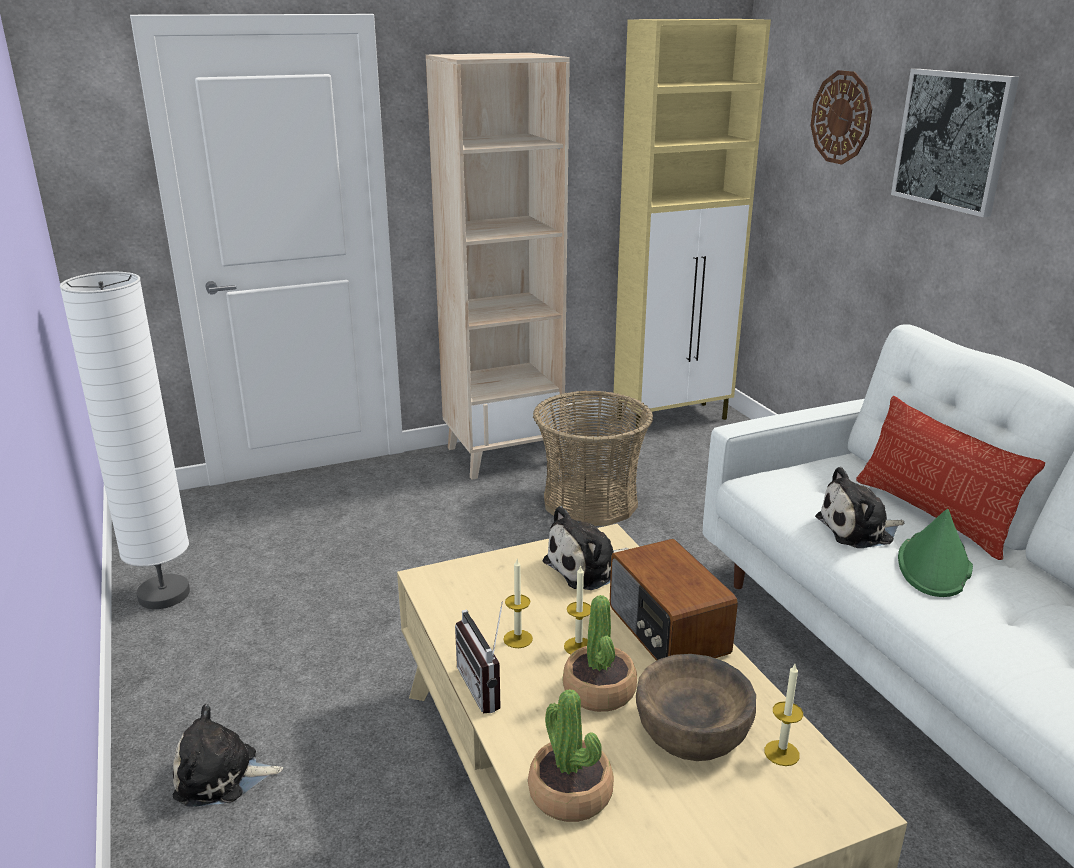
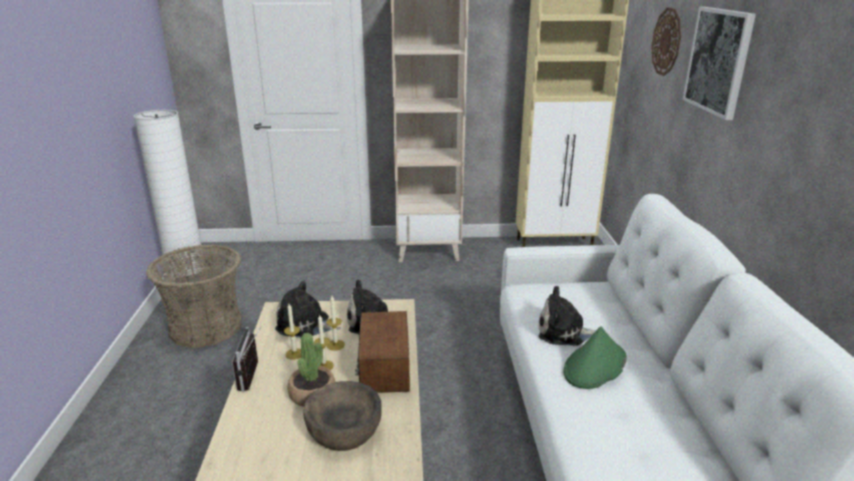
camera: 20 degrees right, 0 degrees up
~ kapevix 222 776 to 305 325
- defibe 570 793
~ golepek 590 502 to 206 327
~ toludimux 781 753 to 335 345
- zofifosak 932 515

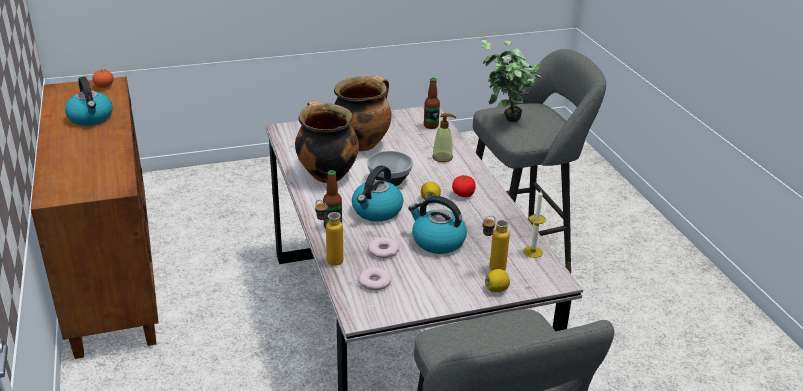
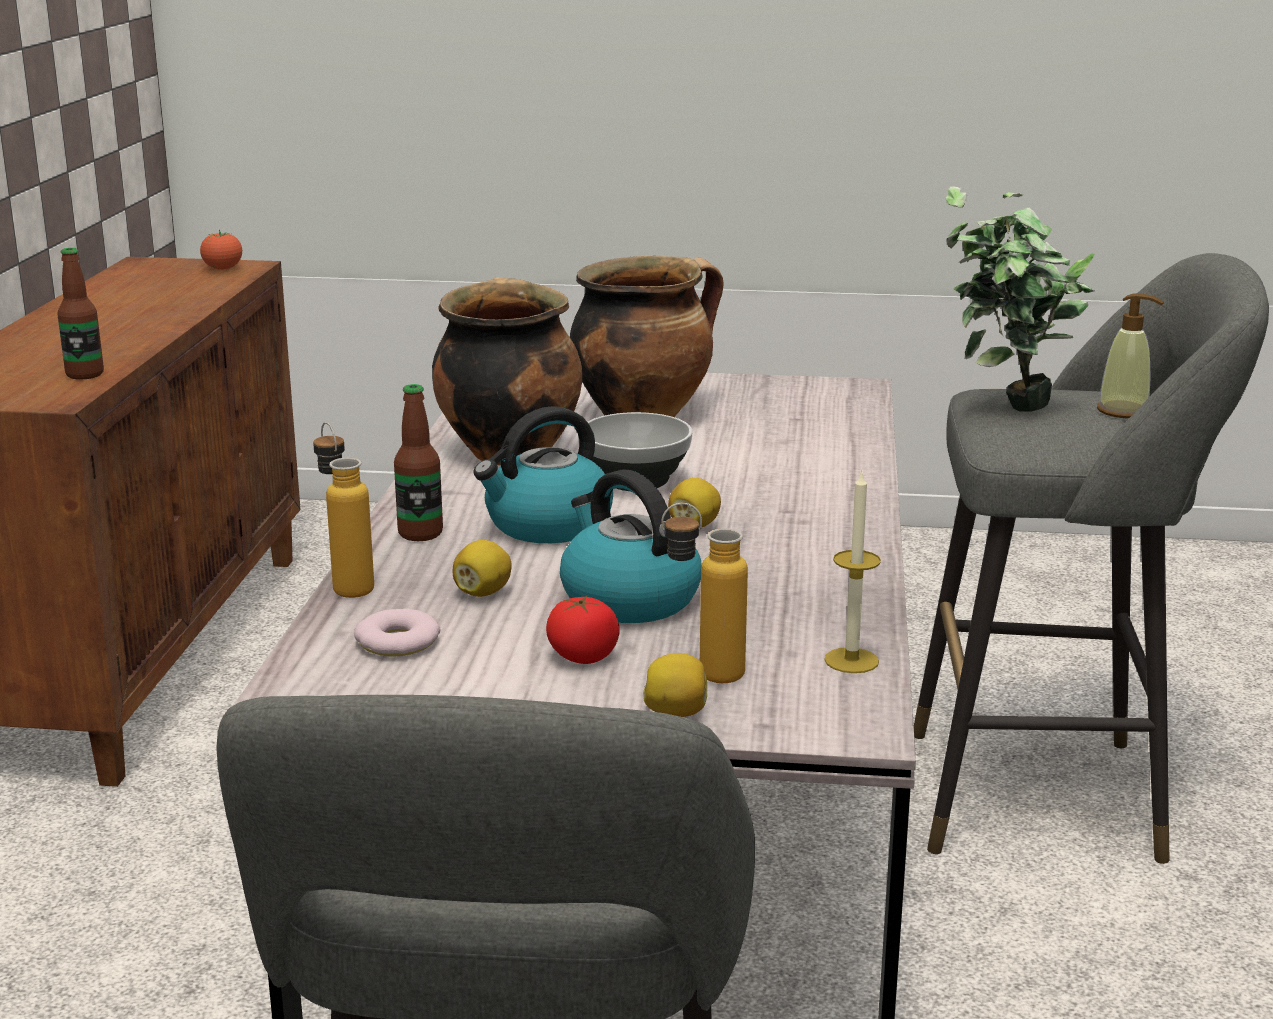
camera: 25 degrees right, 10 degrees down
- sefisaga 91 118
~ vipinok 383 251 to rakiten 483 592
~ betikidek 431 126 to 85 374
~ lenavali 442 157 to 1123 411
~ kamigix 463 194 to 583 656

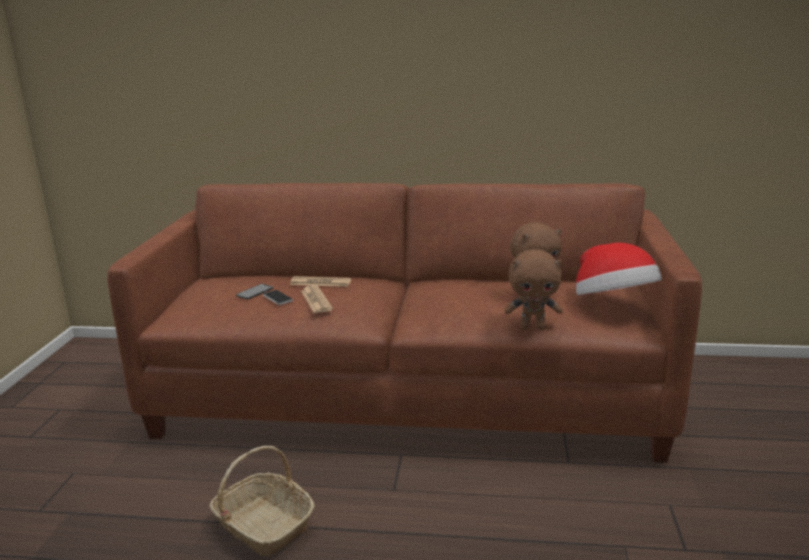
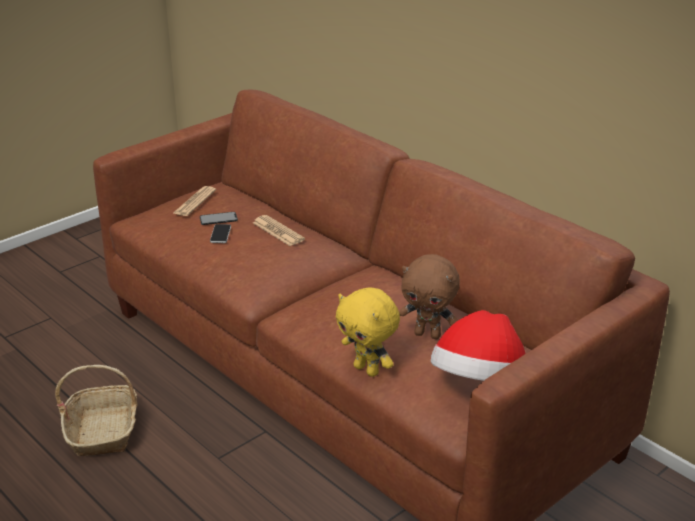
camera: 40 degrees right, 10 degrees up
~ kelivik 316 300 to 194 202
~ brown kapevix 533 327 to yellow kapevix 367 370

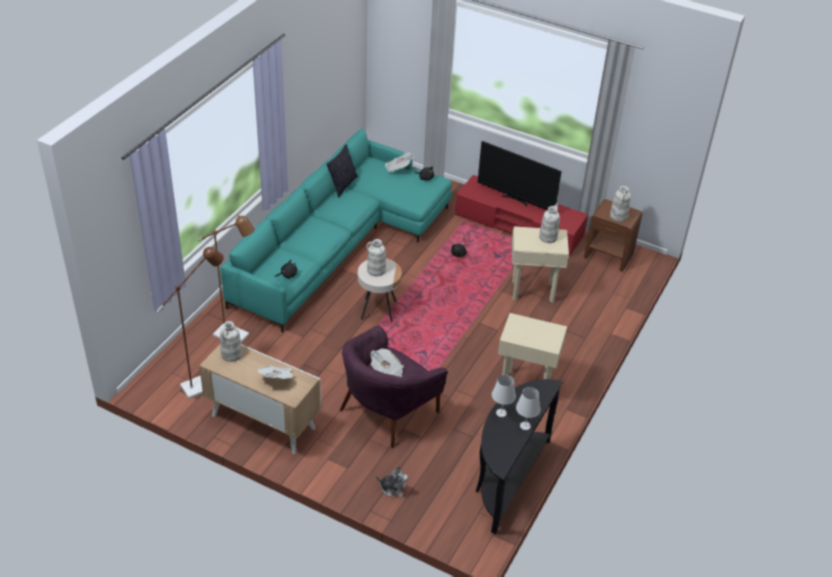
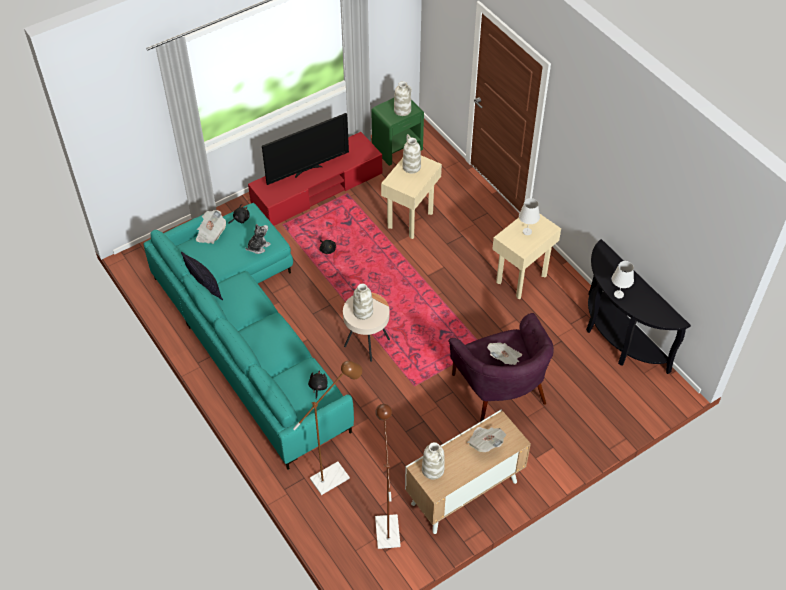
camera: 60 degrees left, 10 degrees up
~ kapevix 393 488 to 258 246
~ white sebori 525 426 to 527 231
~ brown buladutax 609 256 to green buladutax 397 148

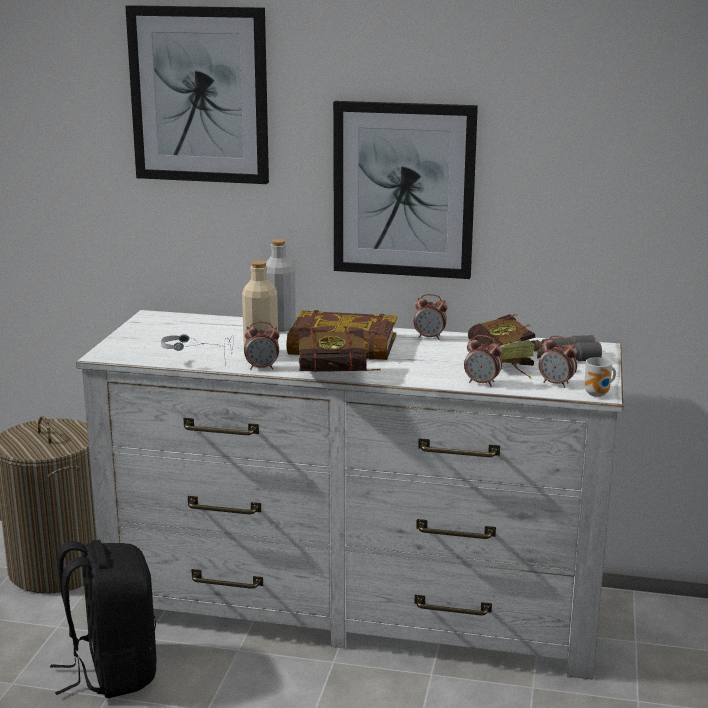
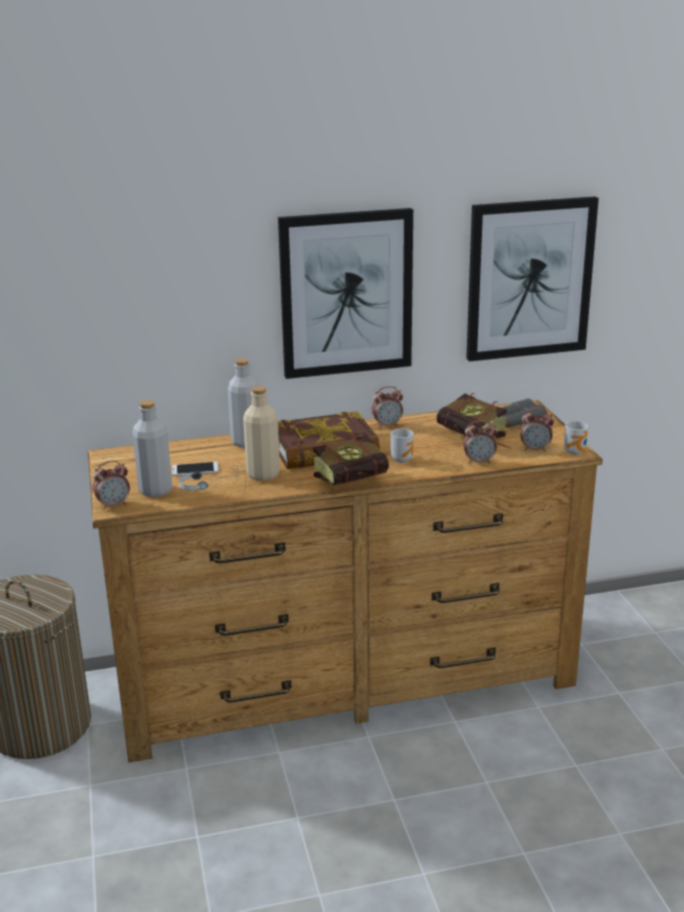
camera: 25 degrees left, 5 degrees up
- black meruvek 112 671
~ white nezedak 354 605 to brown nezedak 345 679
~ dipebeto 199 95 to 529 279
~ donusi 262 368 to 113 505
+ grey betikidek 155 490
+ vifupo 195 469
+ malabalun 402 459

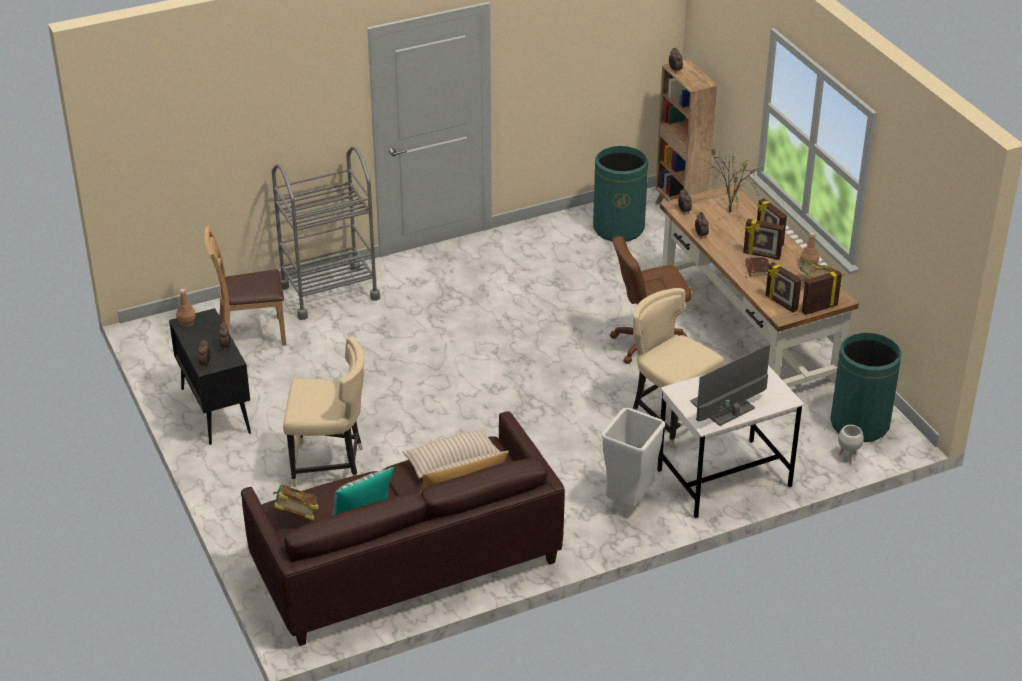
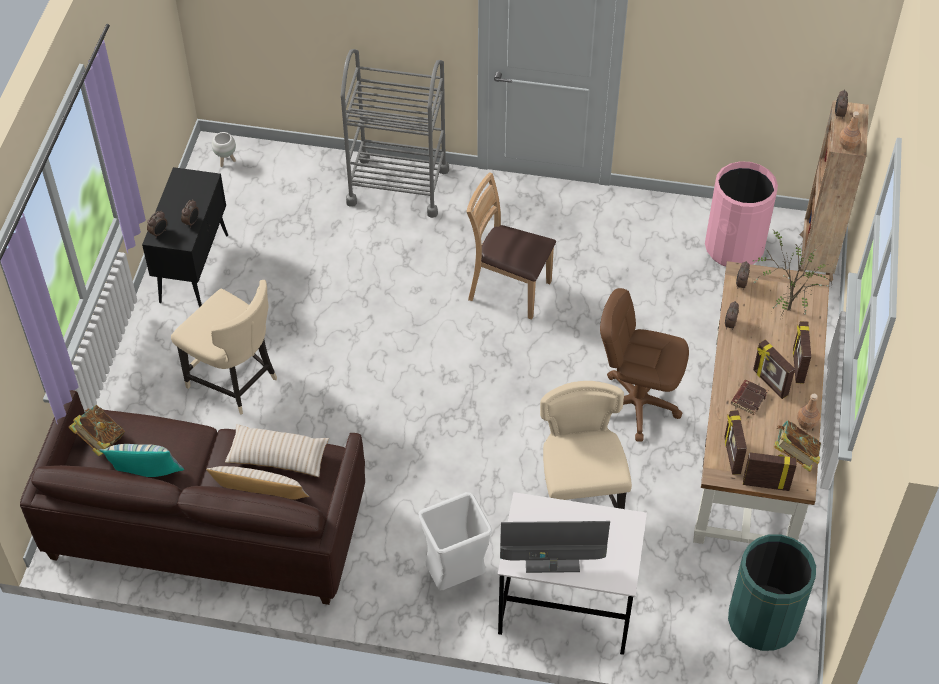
camera: 35 degrees right, 15 degrees up
~ brown betikidek 187 323 to 848 145
~ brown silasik 251 334 to 509 289
~ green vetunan 618 228 to pink vetunan 734 247
~ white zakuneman 848 457 to 226 161

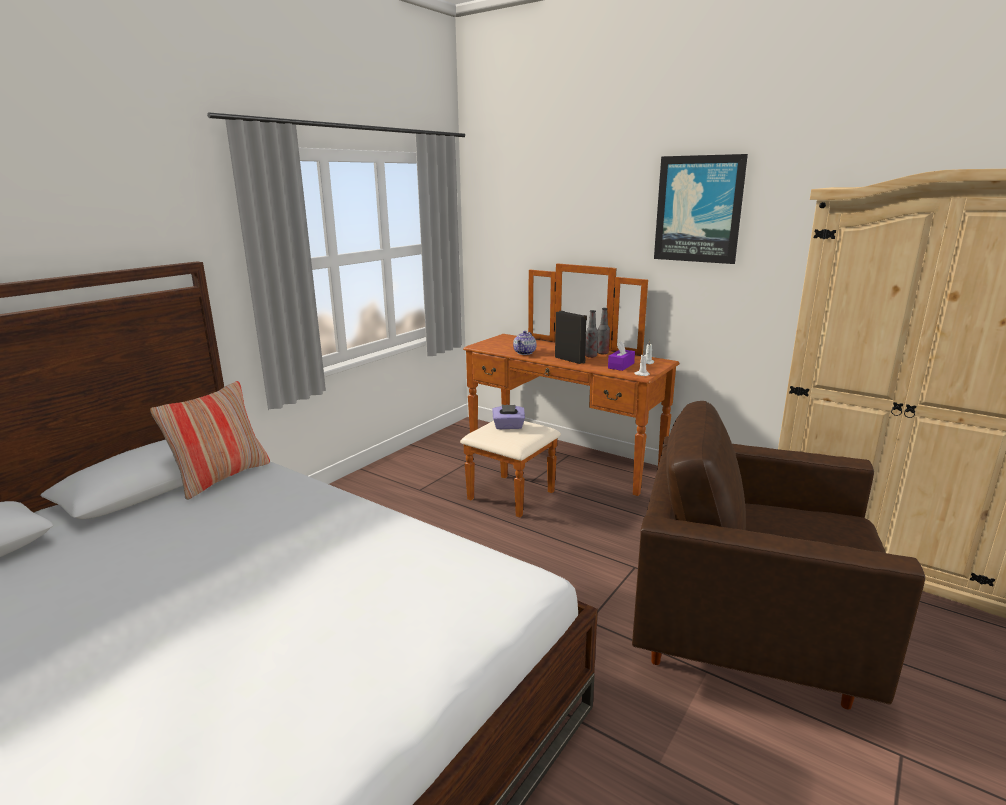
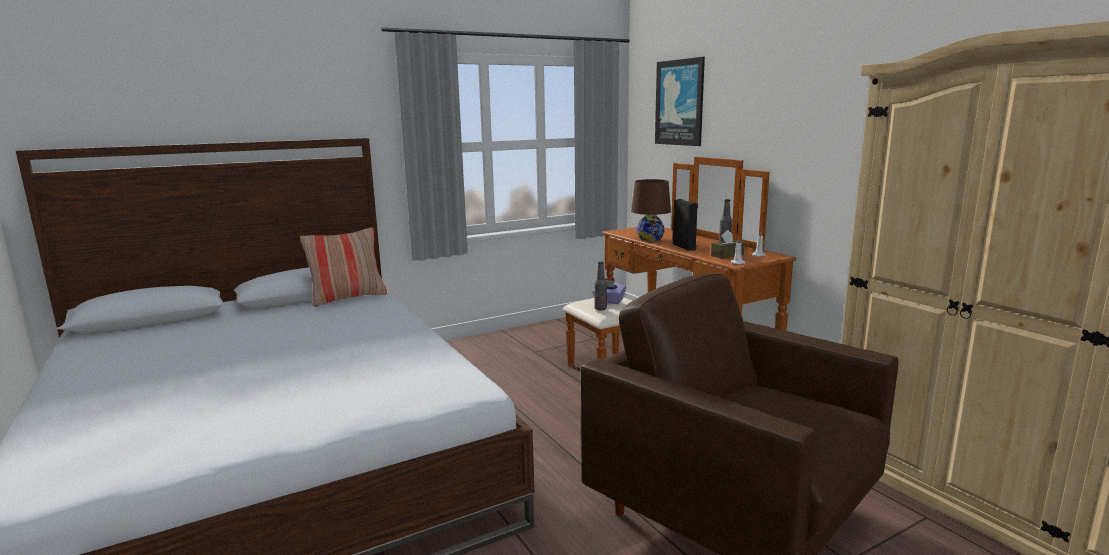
camera: 25 degrees right, 5 degrees down
~ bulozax 525 352 to brown sebori 650 239
~ betikidek 590 356 to 600 309
~ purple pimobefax 621 366 to brown pimobefax 727 255
~ dipebeto 698 209 to 680 102

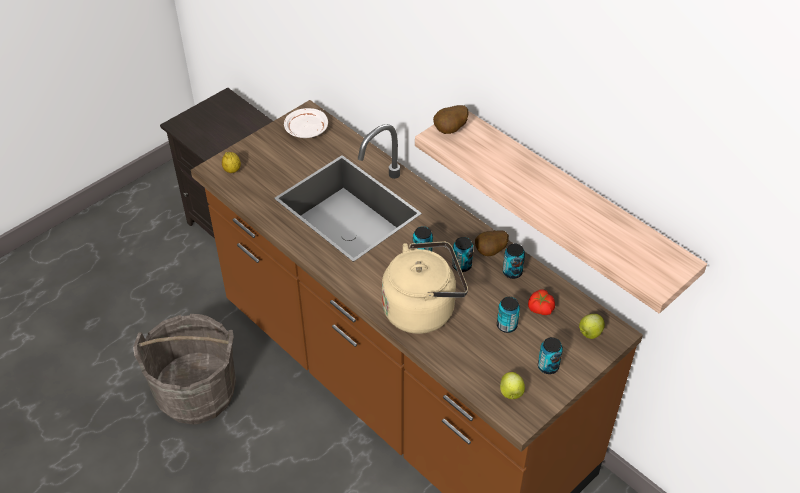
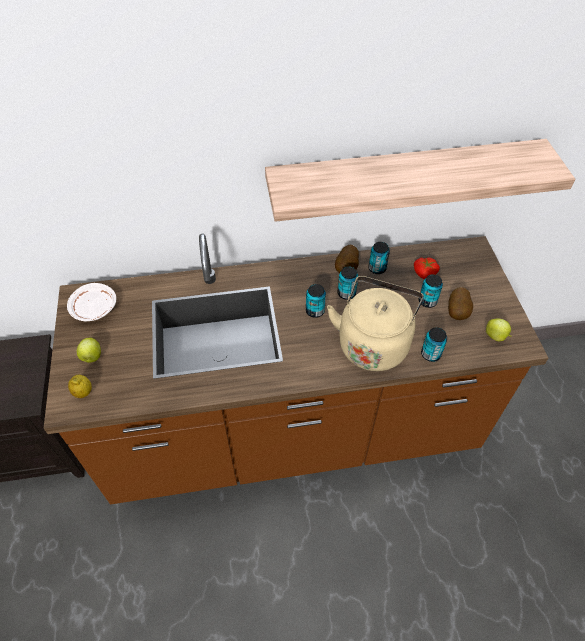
camera: 55 degrees left, 5 degrees up
- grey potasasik 196 393
~ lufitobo 451 130 to 457 313
~ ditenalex 548 366 to 430 354
~ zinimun 589 333 to 92 357

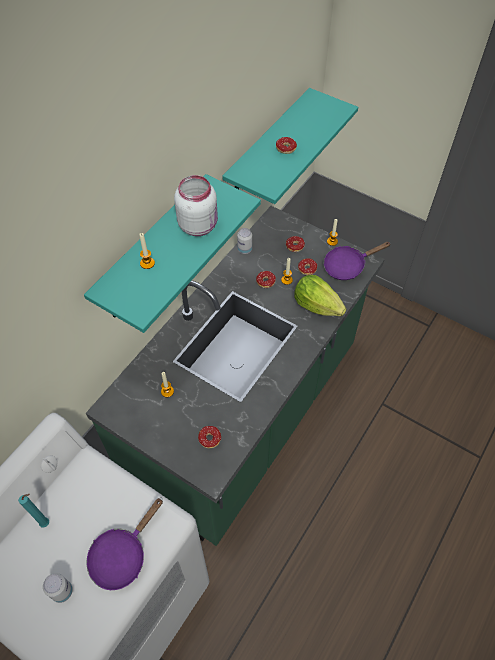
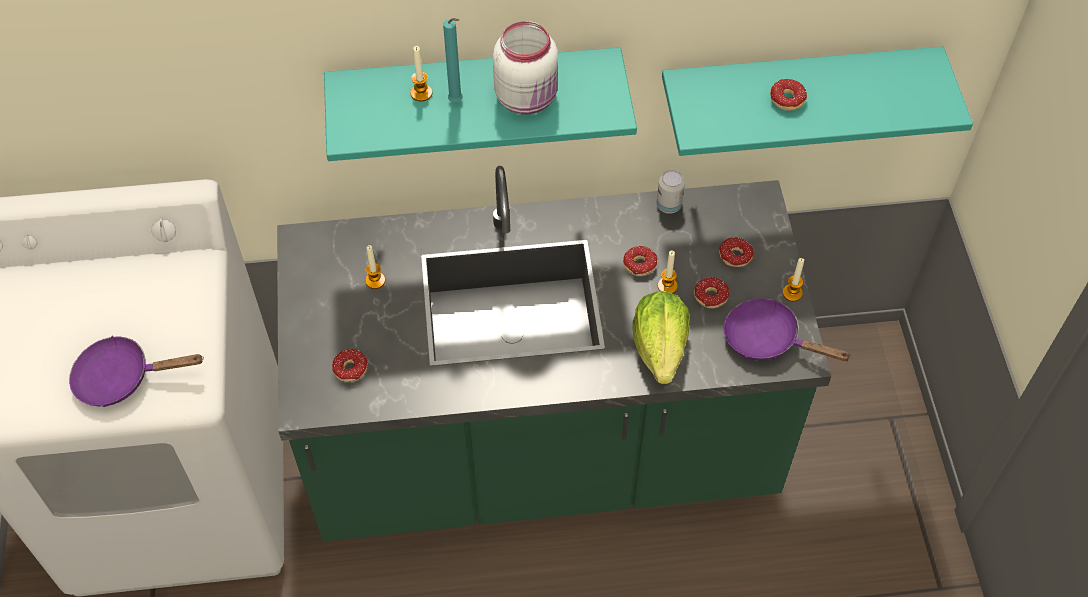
camera: 50 degrees right, 0 degrees up
~ turquoise toludimux 47 523 to 457 102
- ditenalex 62 591

